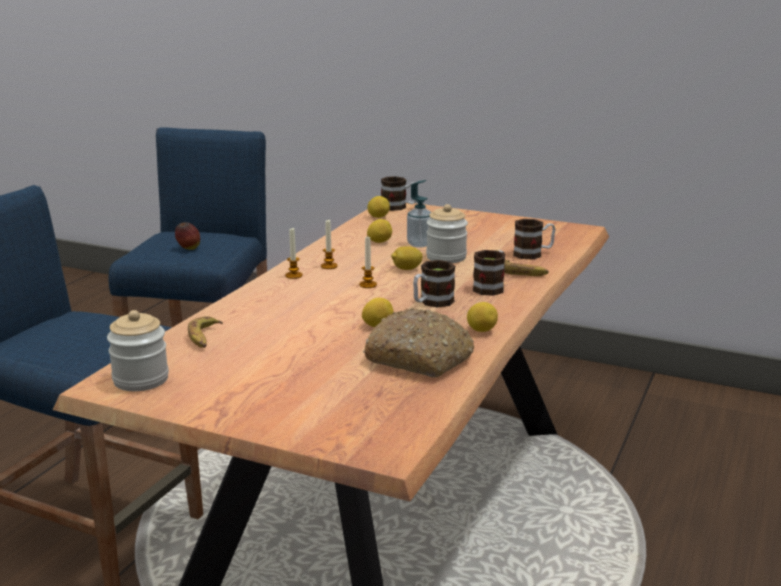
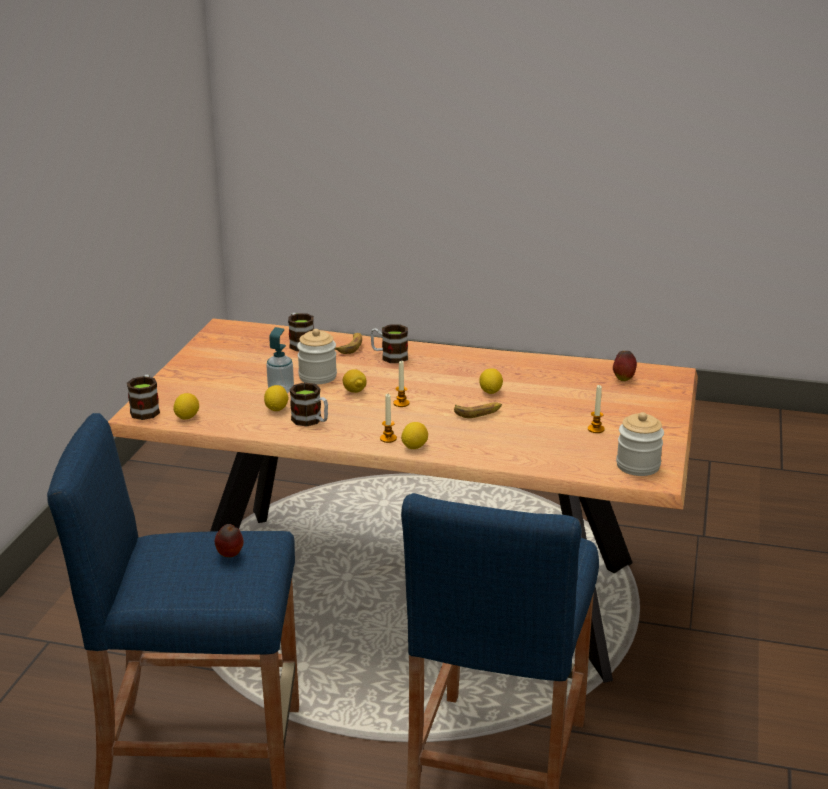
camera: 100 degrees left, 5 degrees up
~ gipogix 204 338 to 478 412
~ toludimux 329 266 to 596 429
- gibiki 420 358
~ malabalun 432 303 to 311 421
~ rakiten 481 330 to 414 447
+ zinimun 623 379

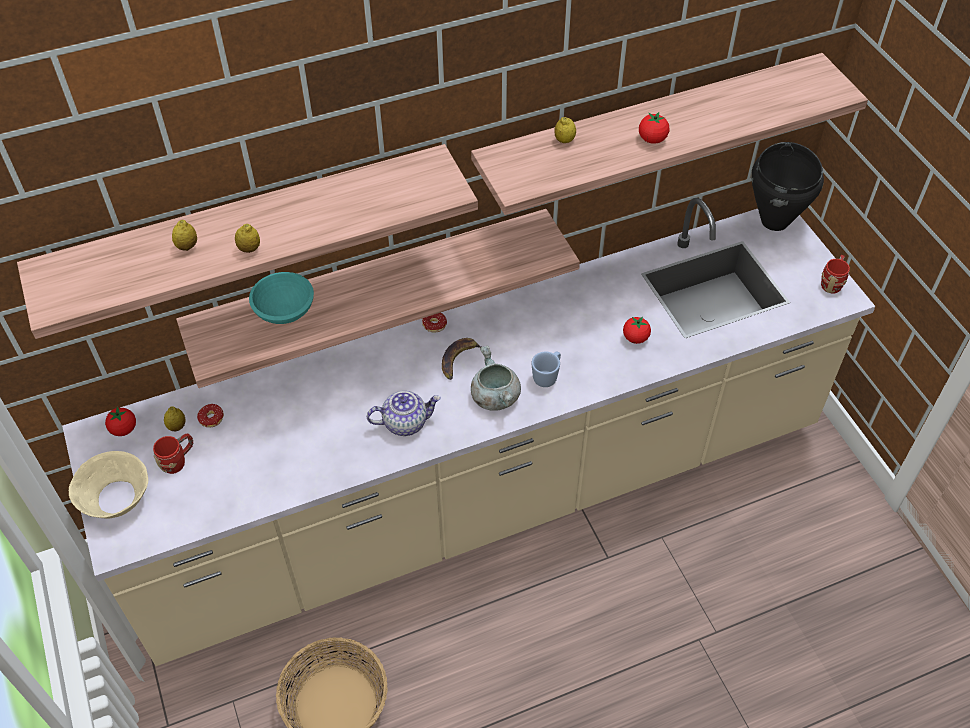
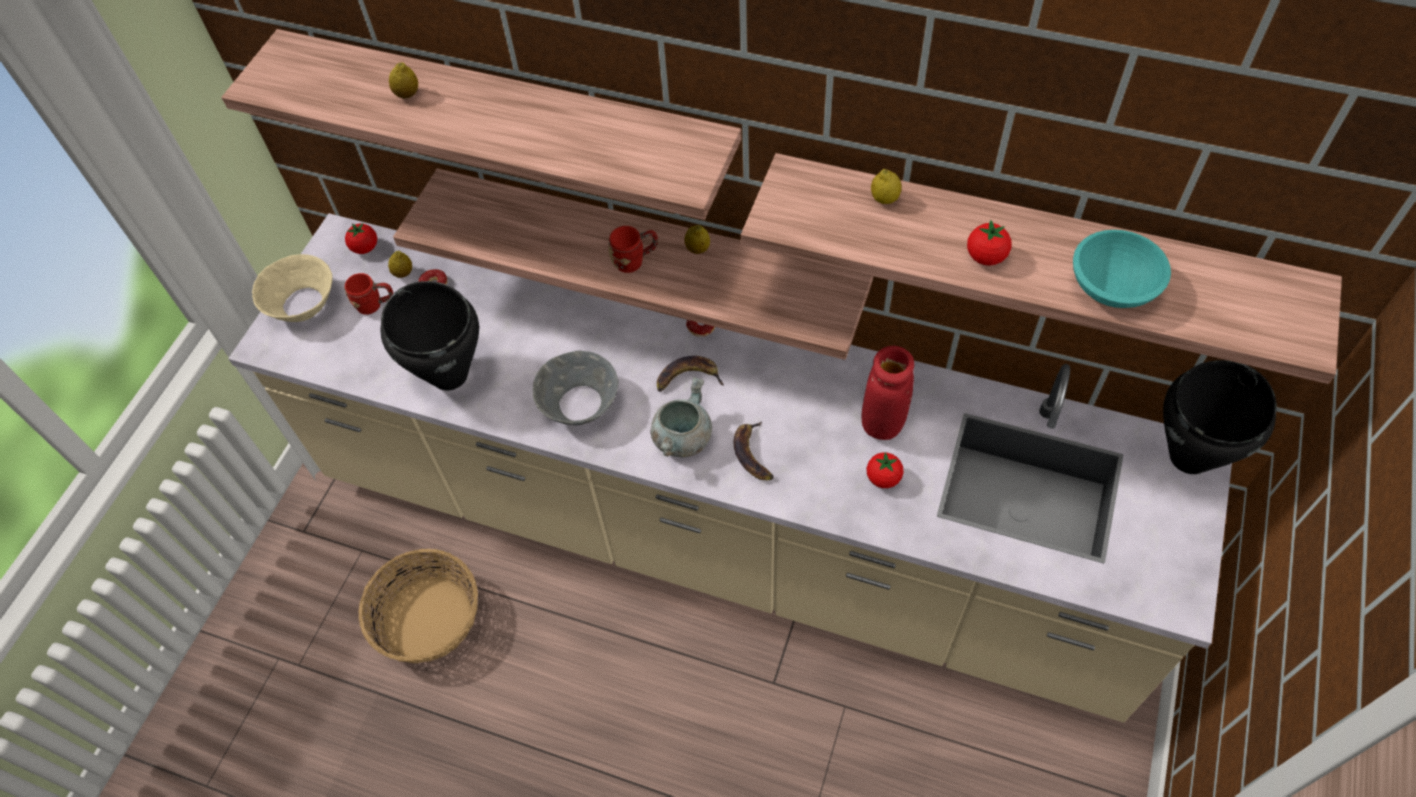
camera: 45 degrees right, 5 degrees up
~ rakiten 249 249 to 697 249
~ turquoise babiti 283 311 to 1111 286
~ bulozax 405 422 to grey babiti 579 404
~ blue malabalun 547 376 to gipogix 752 454
~ red malabalun 832 282 to 635 260
+ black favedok 450 374
+ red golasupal 883 422

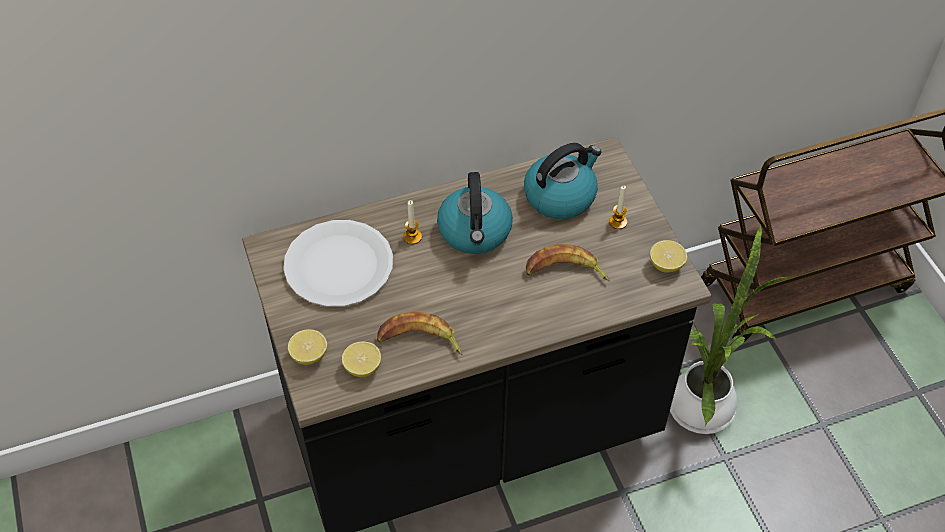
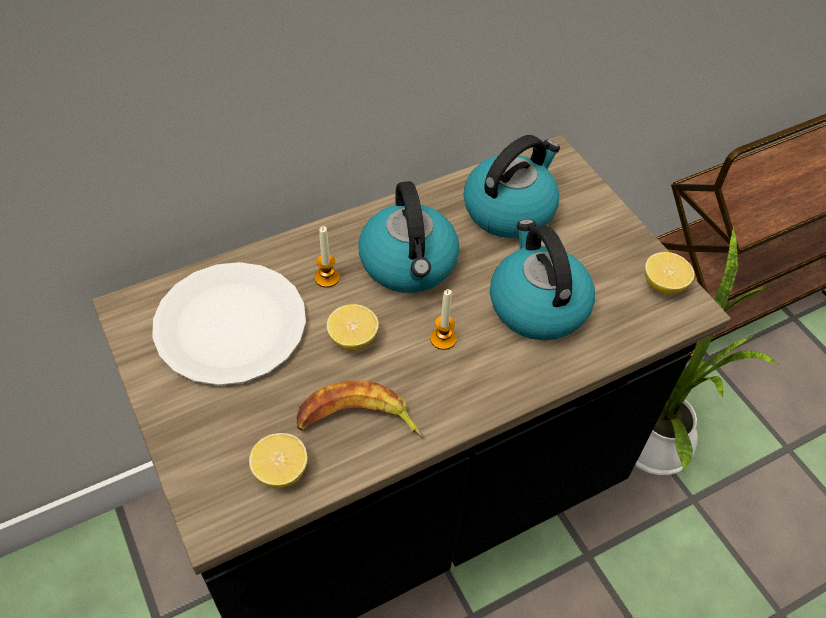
camera: 10 degrees left, 0 degrees up
~ rakiten 309 355 to 353 338
~ gipogix 565 271 to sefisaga 536 305
~ toludimux 618 222 to 443 339

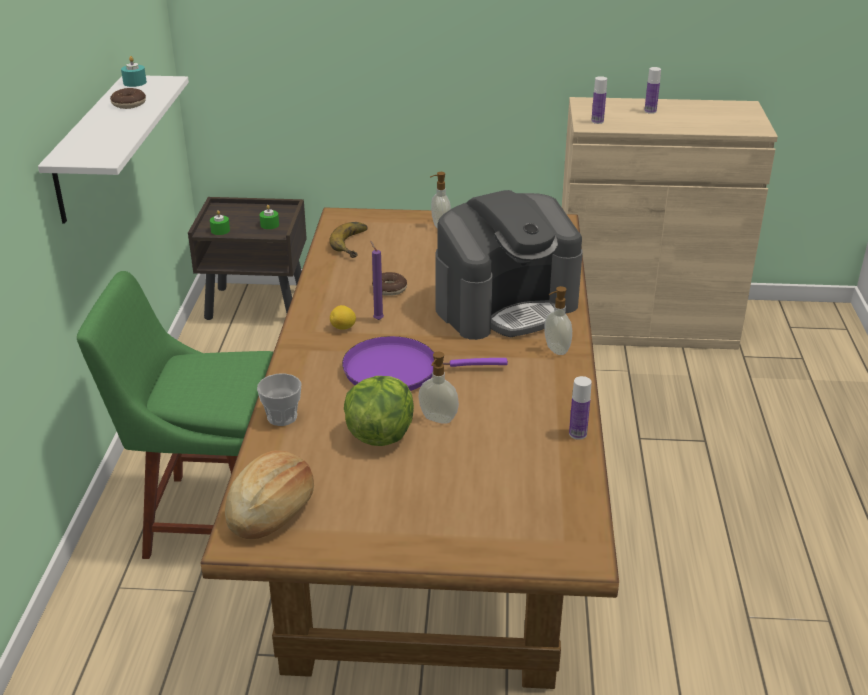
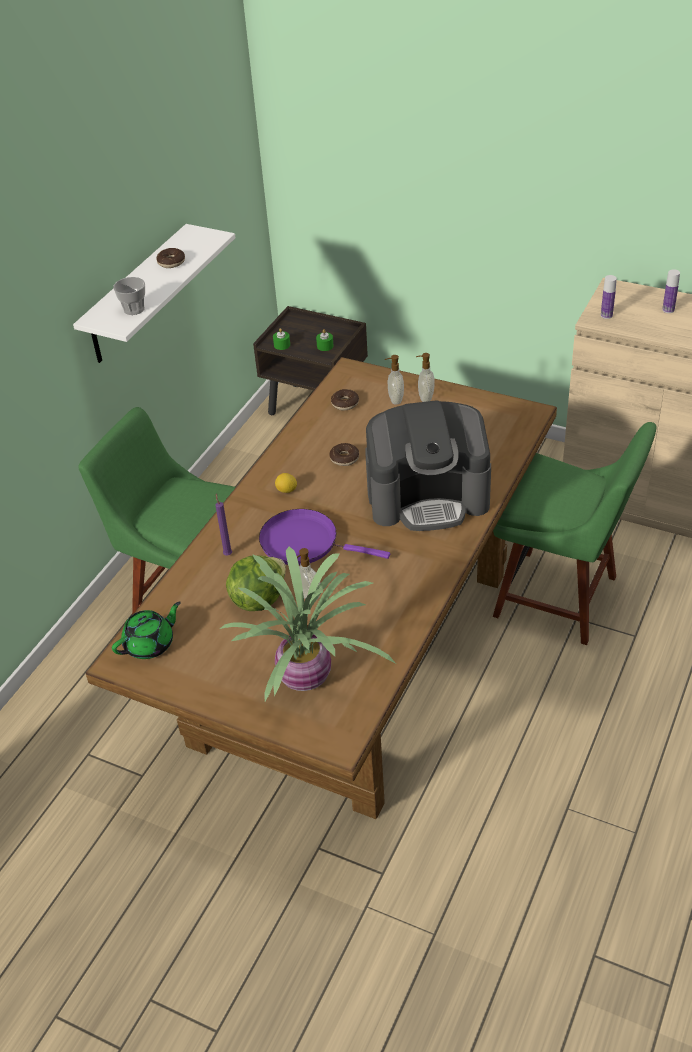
camera: 25 degrees right, 10 degrees up
- turquoise toludimux 135 82
~ gibiki 272 510 to green bulozax 150 644
~ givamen 282 417 to 134 309
~ gipogix 356 244 to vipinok 345 403
~ purple toludimux 377 319 to 227 554
~ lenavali 555 349 to 395 399
- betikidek 577 434
+ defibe 307 679
+ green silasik 562 598

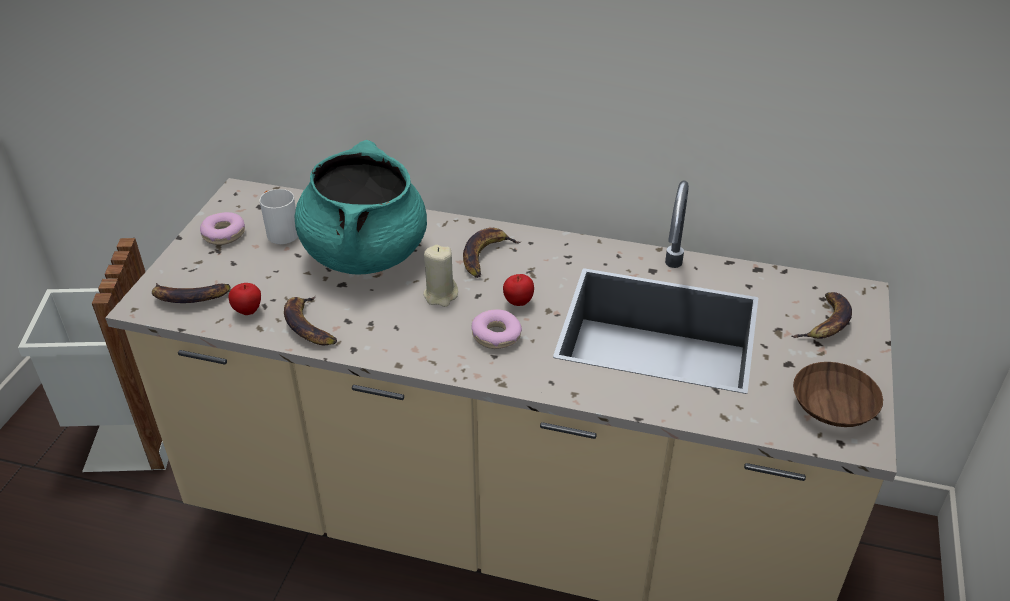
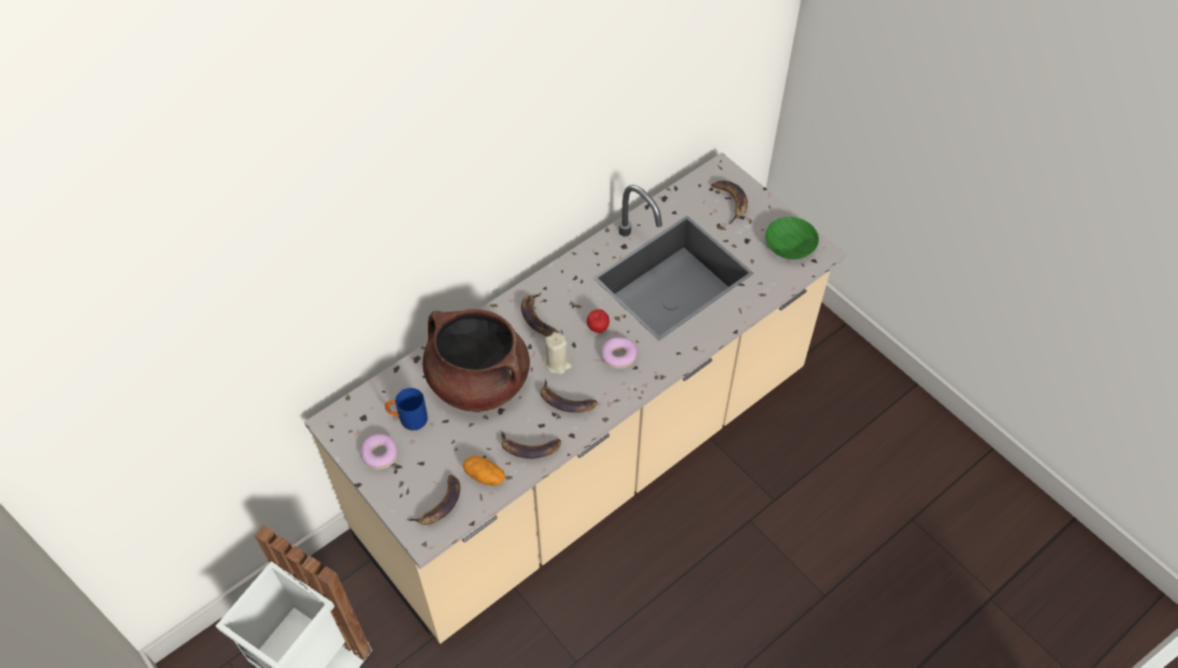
camera: 55 degrees left, 15 degrees up
~ zinimun 248 311 to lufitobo 485 476
~ white malabalun 280 232 to blue malabalun 408 419
~ turquoise favedok 365 253 to brown favedok 478 382
~ brown babiti 832 406 to green babiti 788 245
+ gipogix 565 402

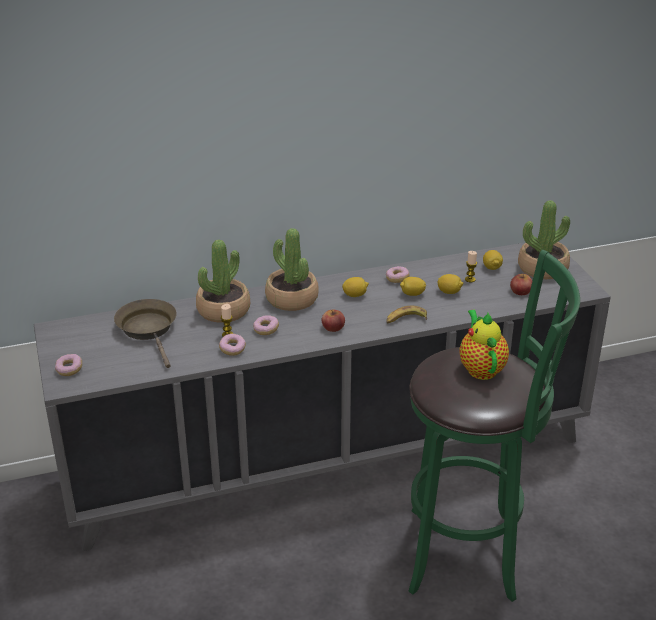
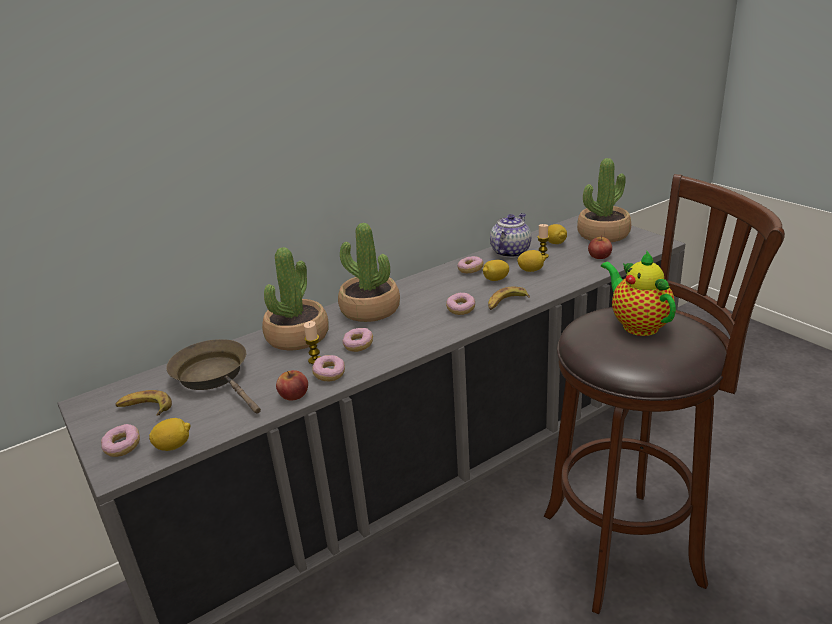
camera: 15 degrees left, 5 degrees down
~ zinimun 333 327 to 294 394
~ rakiten 355 295 to 174 446
~ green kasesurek 469 553 to brown kasesurek 629 546
+ gipogix 145 408
+ vipinok 460 309
+ bulozax 510 252

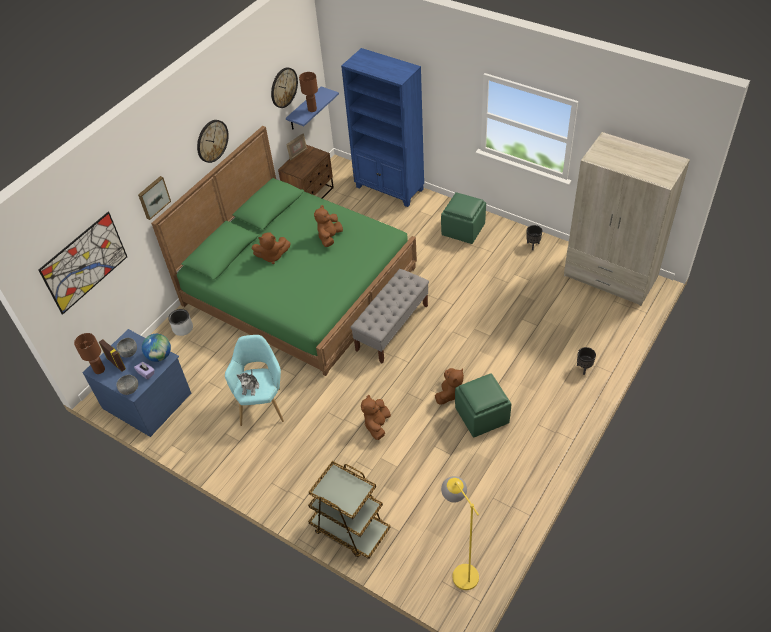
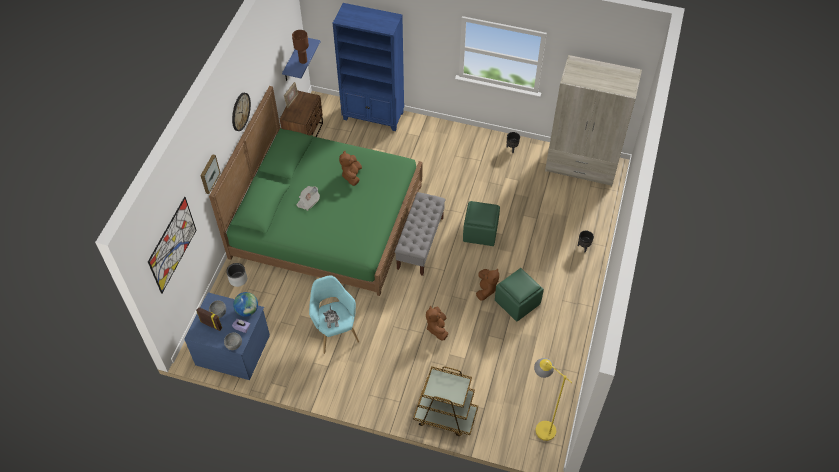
camera: 20 degrees left, 5 degrees up
- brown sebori 100 369
~ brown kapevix 272 256 to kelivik 308 202
- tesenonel 283 87
~ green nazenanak 463 229 to 480 232

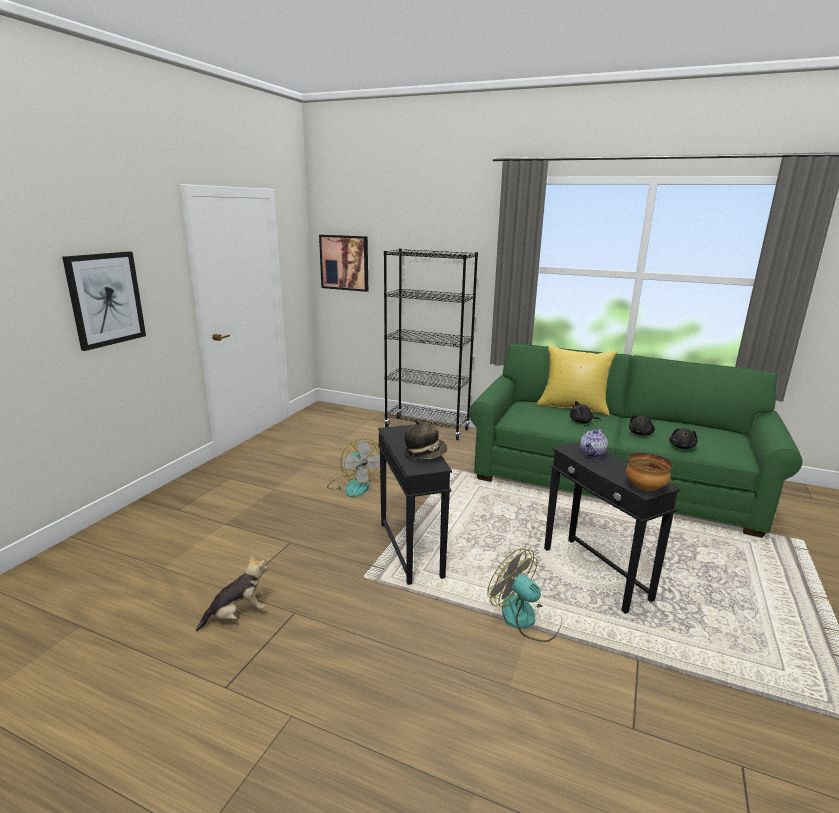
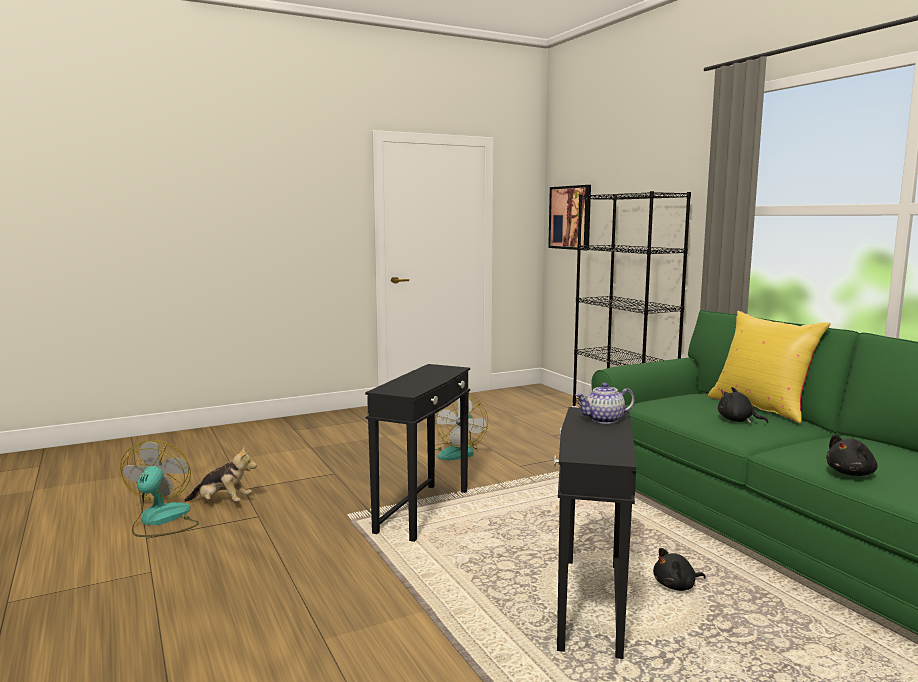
camera: 40 degrees right, 10 degrees down
- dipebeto 106 299
- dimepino 425 454
~ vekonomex 526 619 to 161 520
- babiti 645 488
~ black kapevix 640 434 to 676 586

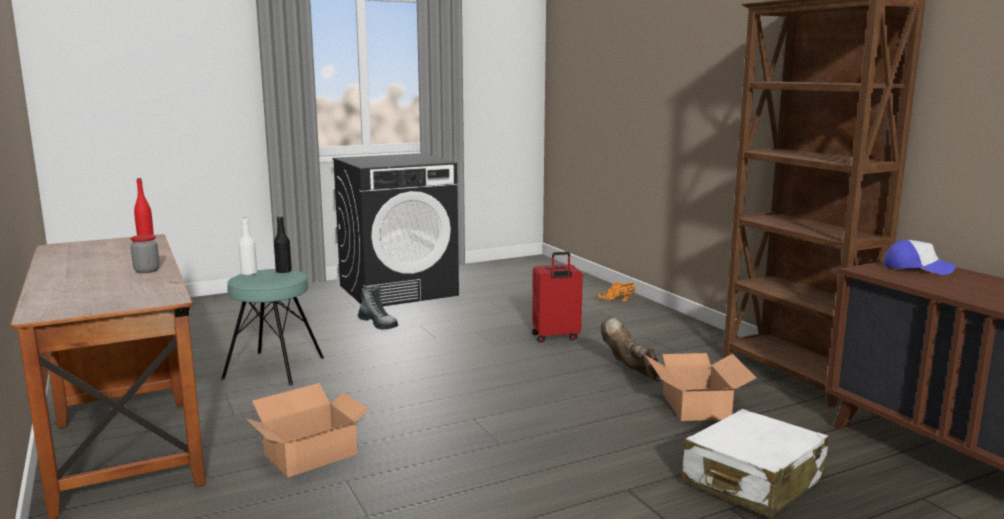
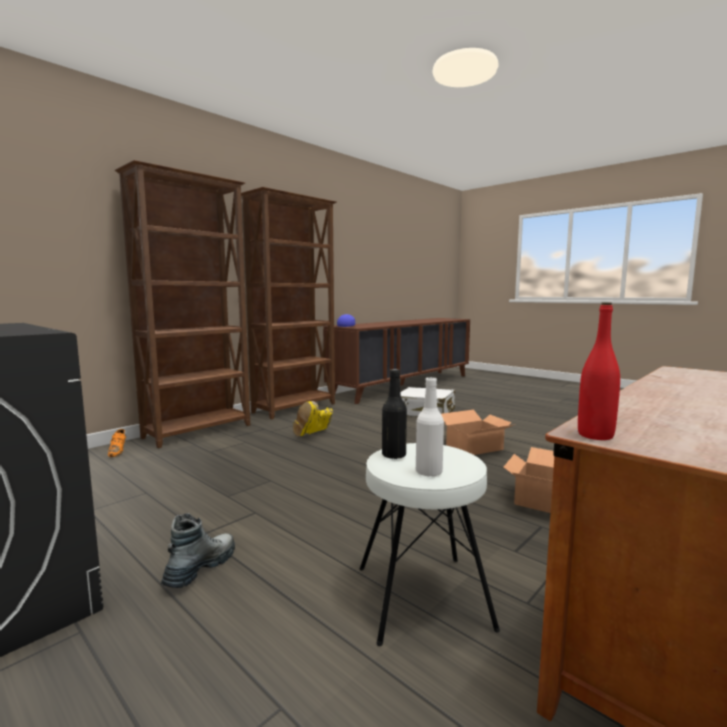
camera: 110 degrees left, 5 degrees down
- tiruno 147 270
~ turquoise kasesurek 274 368 to white kasesurek 422 597
- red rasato 555 337
~ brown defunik 631 373 to yellow defunik 313 435
~ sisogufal 695 406 to 475 447
+ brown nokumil 199 431

